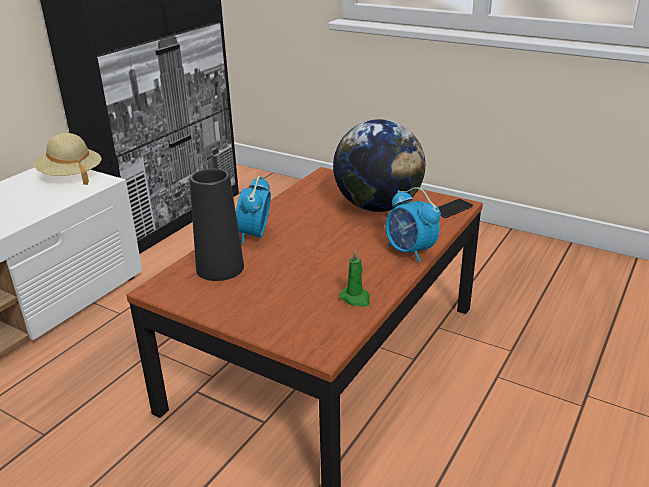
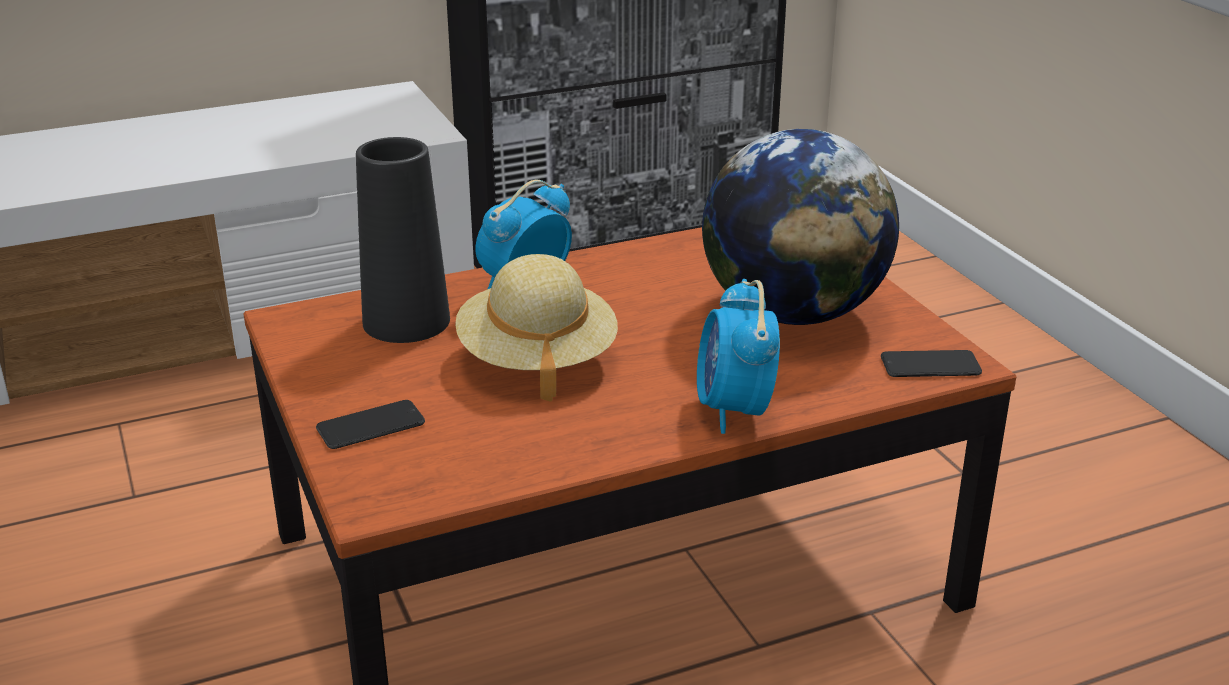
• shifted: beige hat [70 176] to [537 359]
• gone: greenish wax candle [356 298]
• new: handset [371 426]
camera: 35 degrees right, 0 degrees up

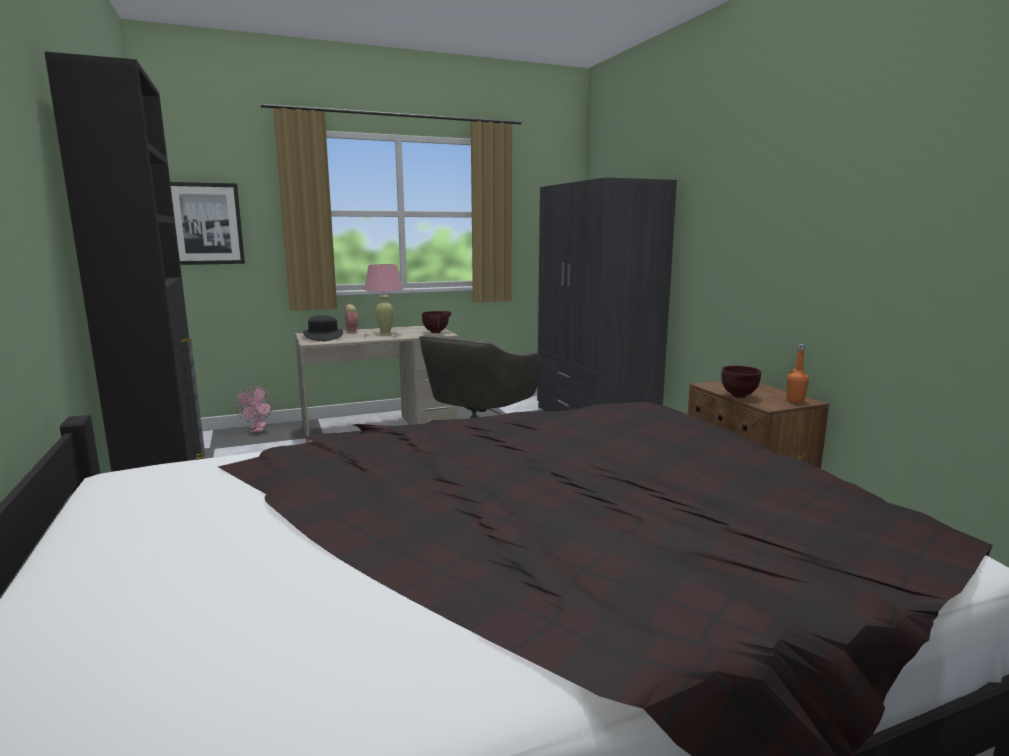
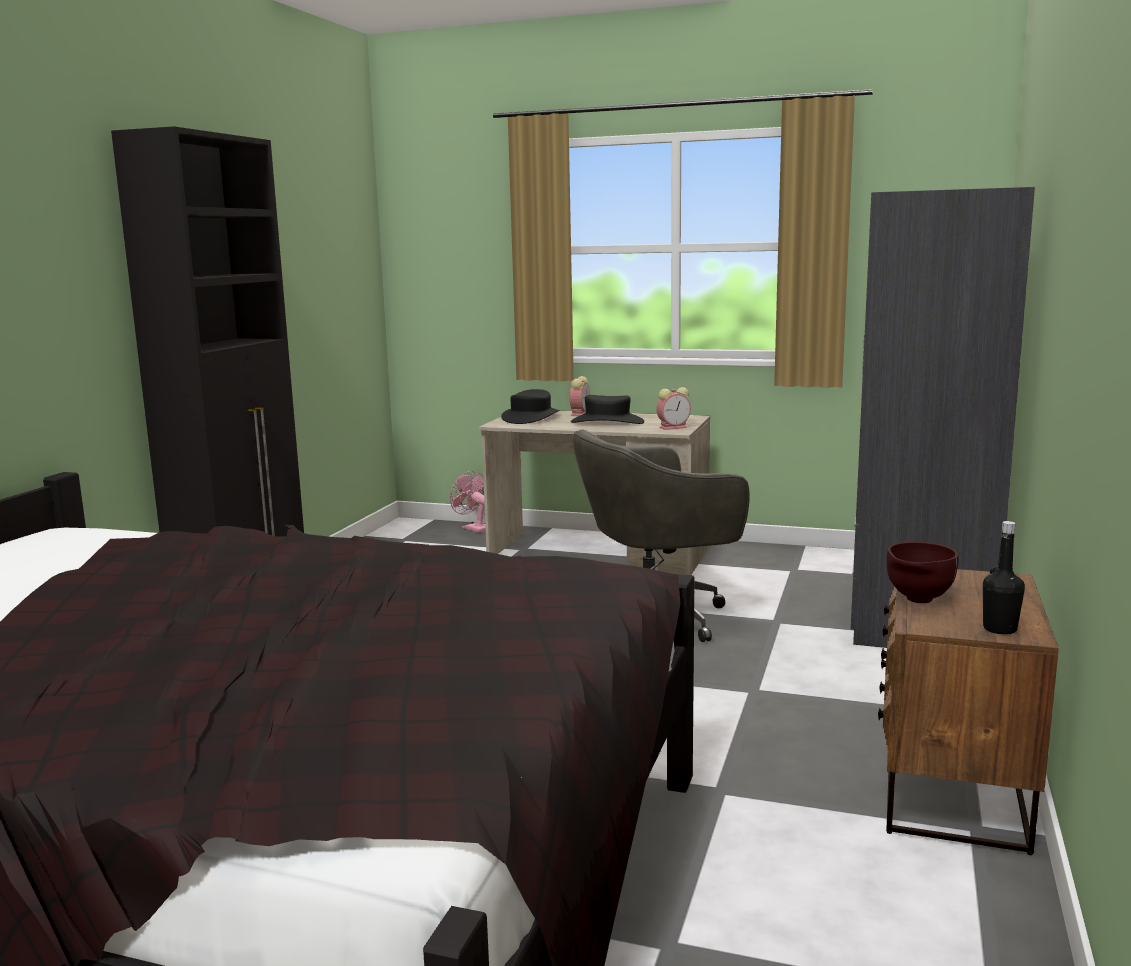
• gone: wall art [206 224]
• swapped: pink lamp for a table [385 333] to black-coloured hat [607 422]
• swapped: brownish serving bowl [437 332] to bedside clock [674 427]
• repainted: orange bottle [795 401] to black-coloured bottle [999 629]
• rotated: pink fan [257 430] = [472 528] 105 degrees clockwise
camera: 40 degrees right, 0 degrees up

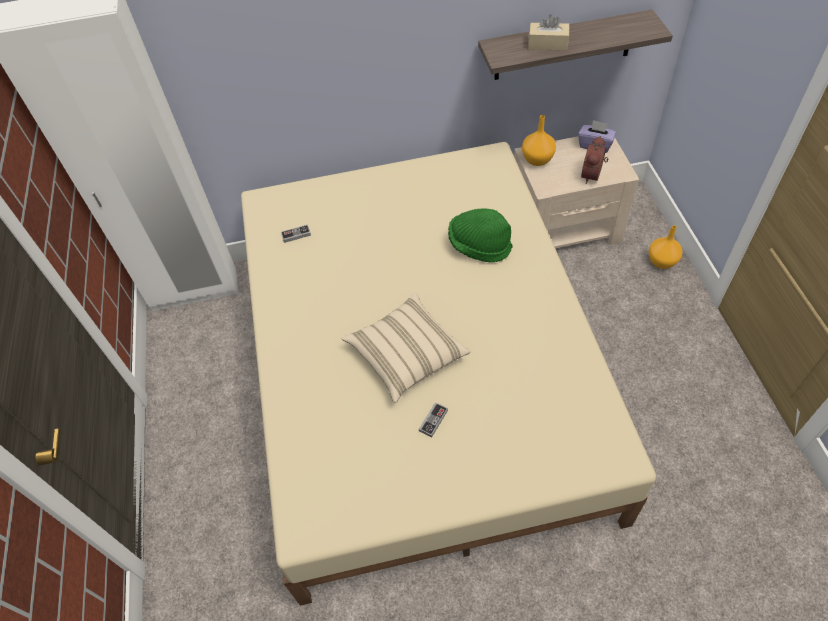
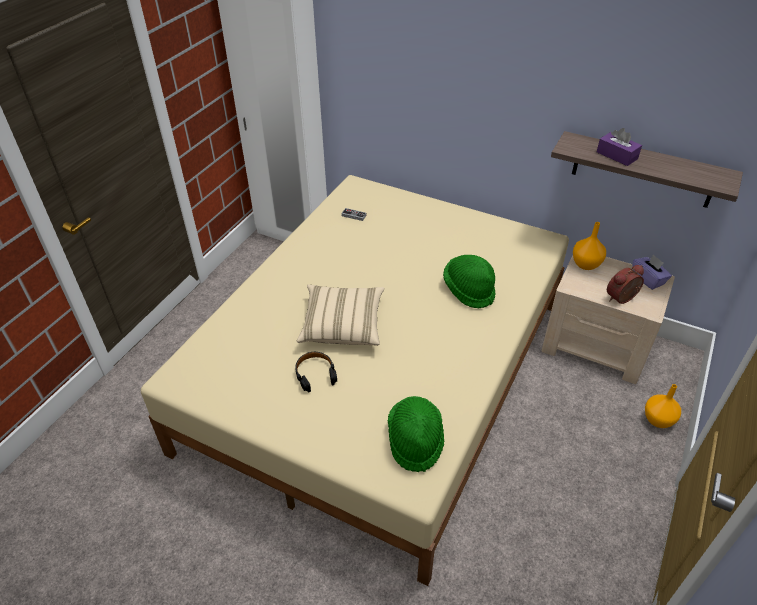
• repainted: beige box of tissues [547 44] to purple box of tissues [617 155]
• swapped: game controller [433 420] to black-coloured pair of headphones [315 374]
• new: greenish hat [415 441]
camera: 35 degrees right, 10 degrees down

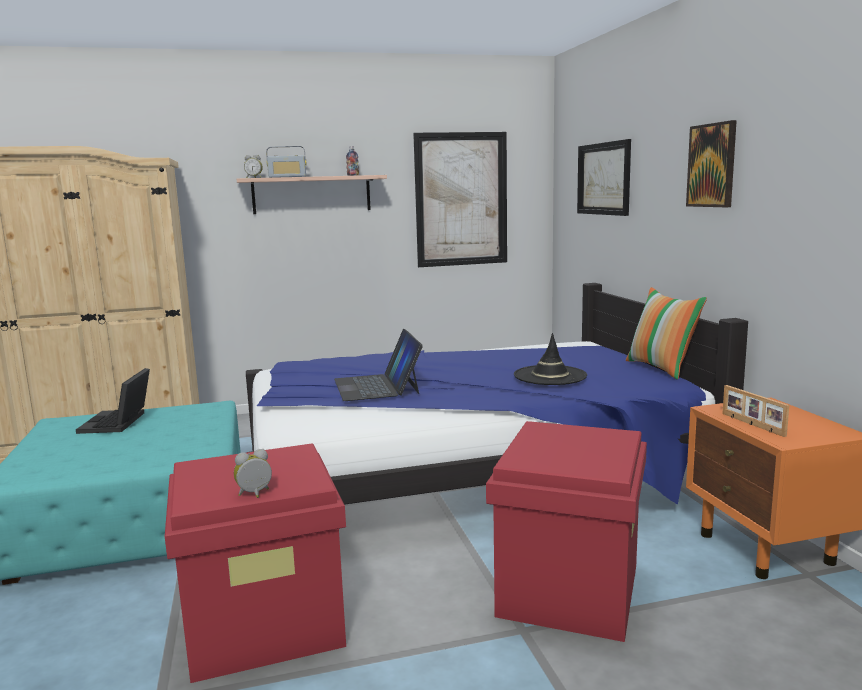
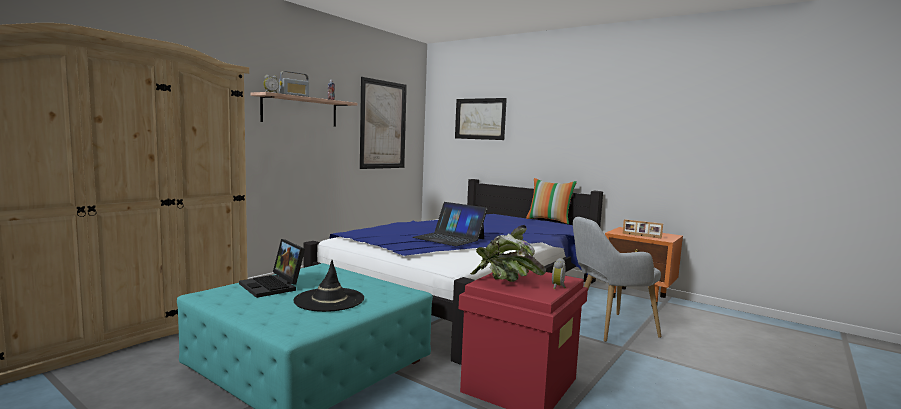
• gone: wall art [712 165]
• shifted: black-coloured hat [550 376] to [329 300]
• swapped: red storage bin [568 589] to grey lounge chair [608 328]
• new: potted plant [505 283]
camera: 40 degrees left, 5 degrees down

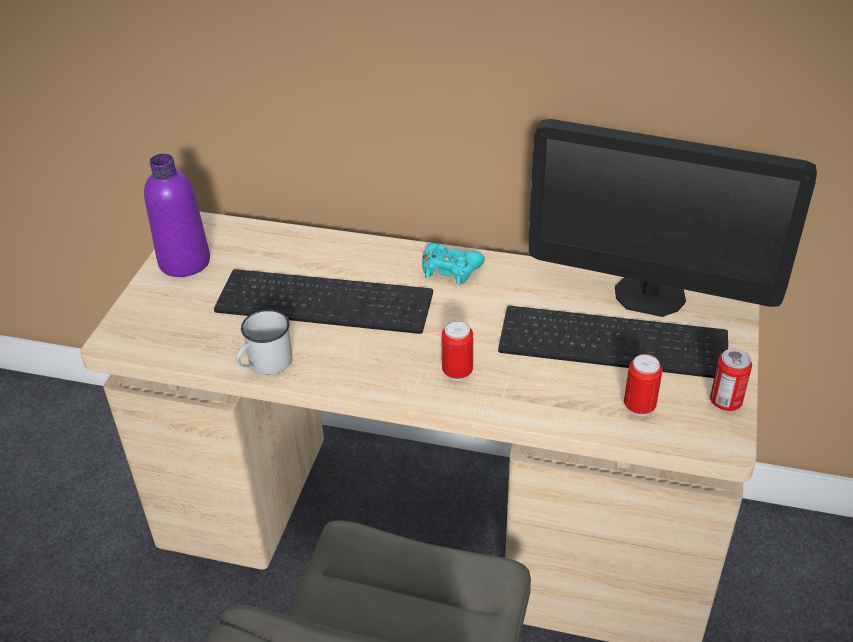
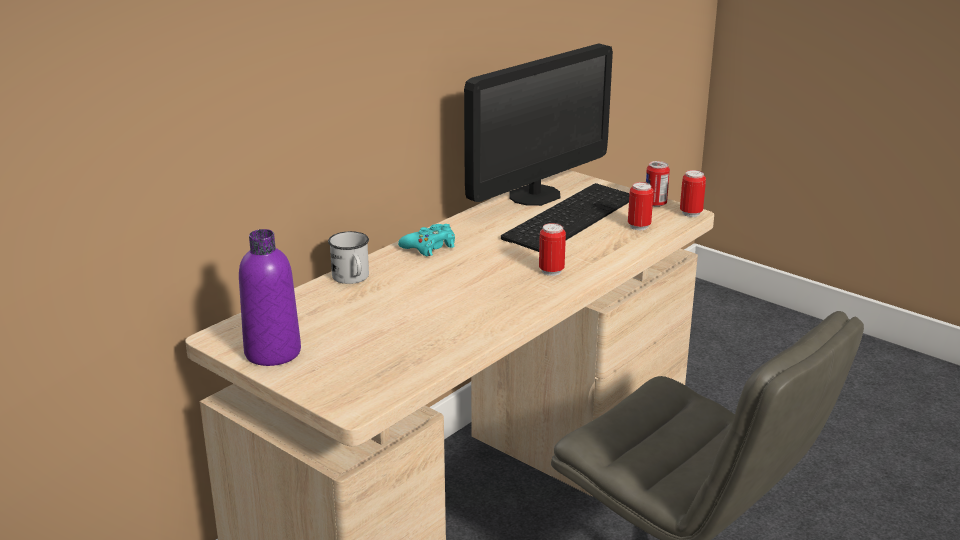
• gone: PC keyboard [327 299]
• shifted: white-coloured tea mug [265 364] to [352 278]
• new: sealed can [691 213]
camera: 65 degrees left, 15 degrees down

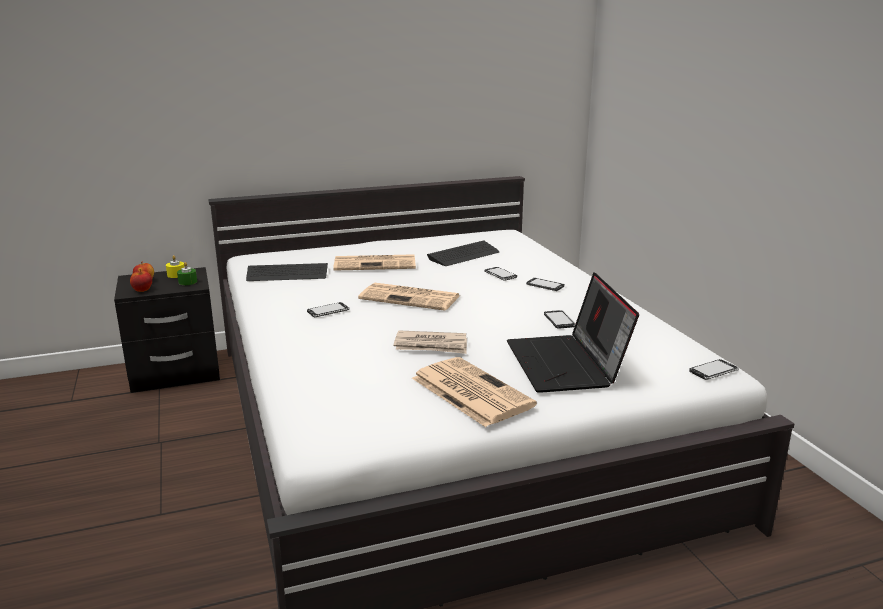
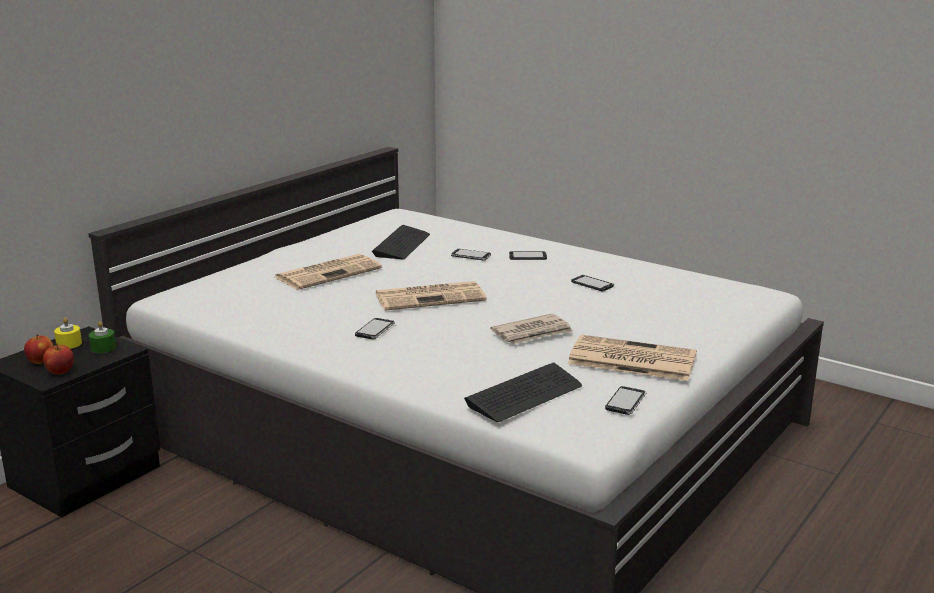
• shifted: PC keyboard [287 274] to [524 395]
• gone: laptop [567 365]
• shifted: handset [713 371] to [625 402]
camera: 35 degrees left, 0 degrees up

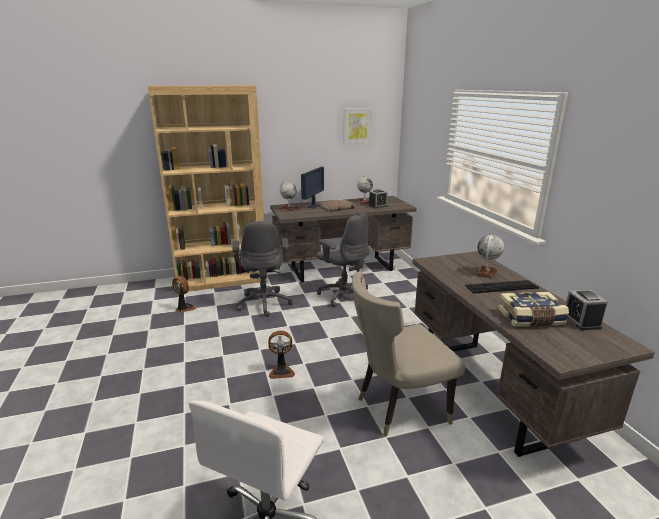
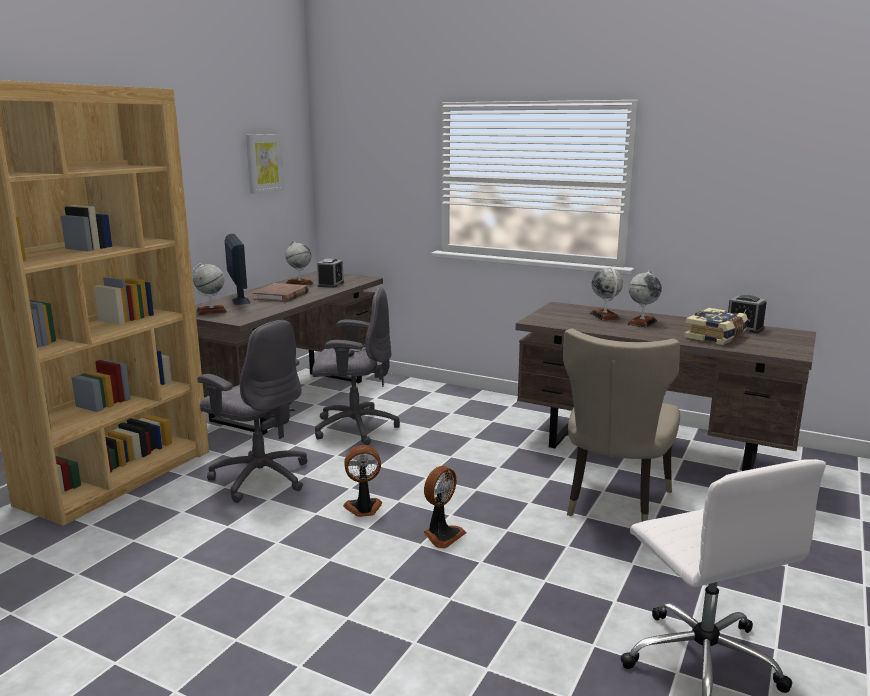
• shifted: fan [184 308] to [363 509]
• swapped: PC keyboard [501 286] to world globe [642 322]
camera: 45 degrees left, 5 degrees down

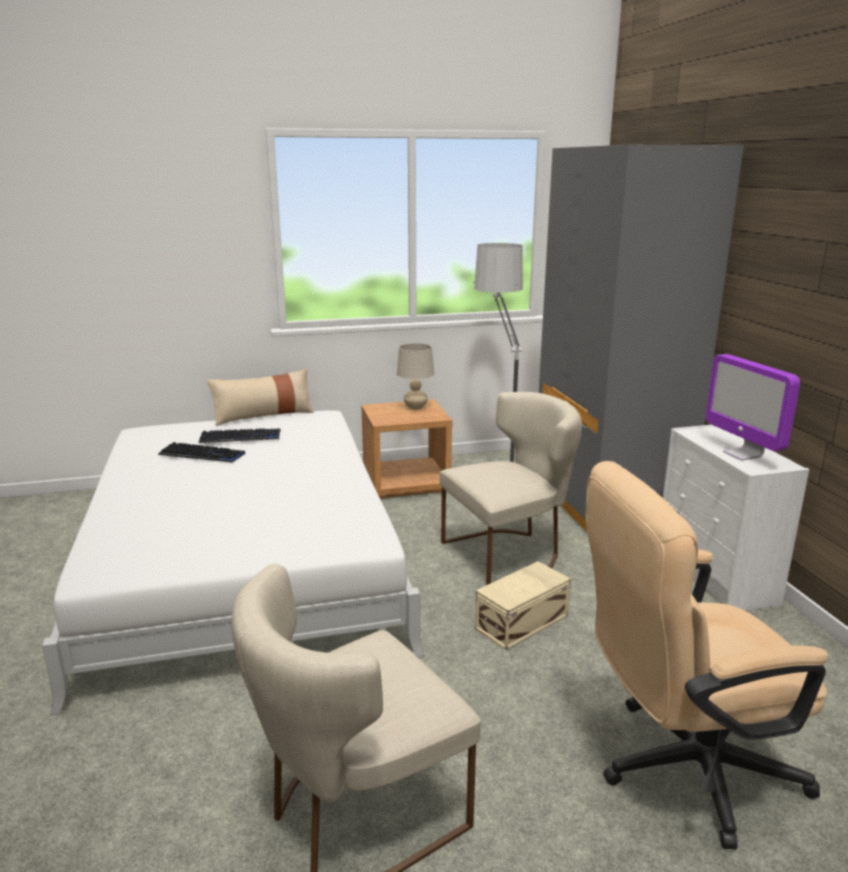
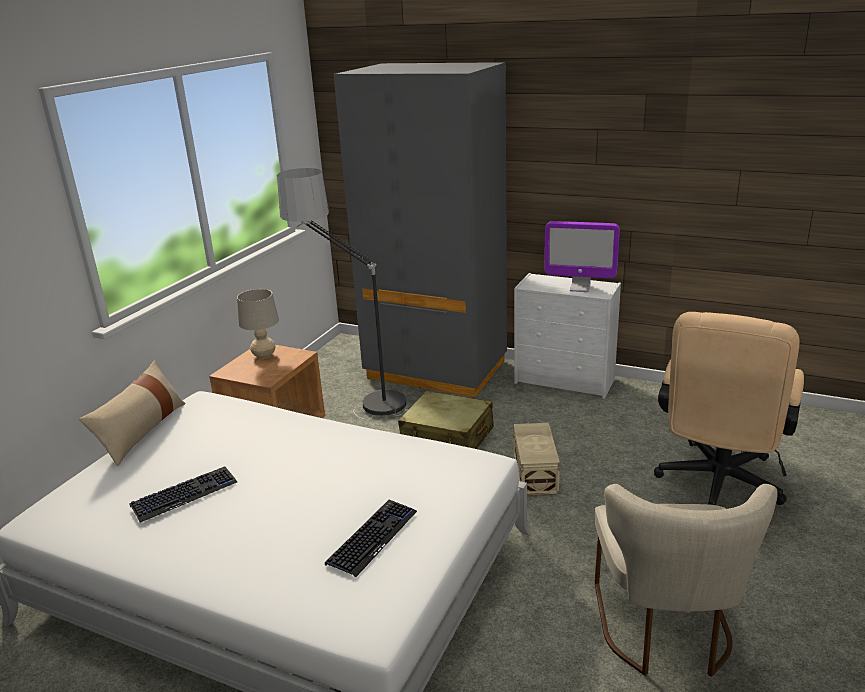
• swapped: beige chair [509 553] to beige piece of luggage [447 437]
• shifted: PC keyboard [240 437] to [372 538]
camera: 50 degrees left, 5 degrees up

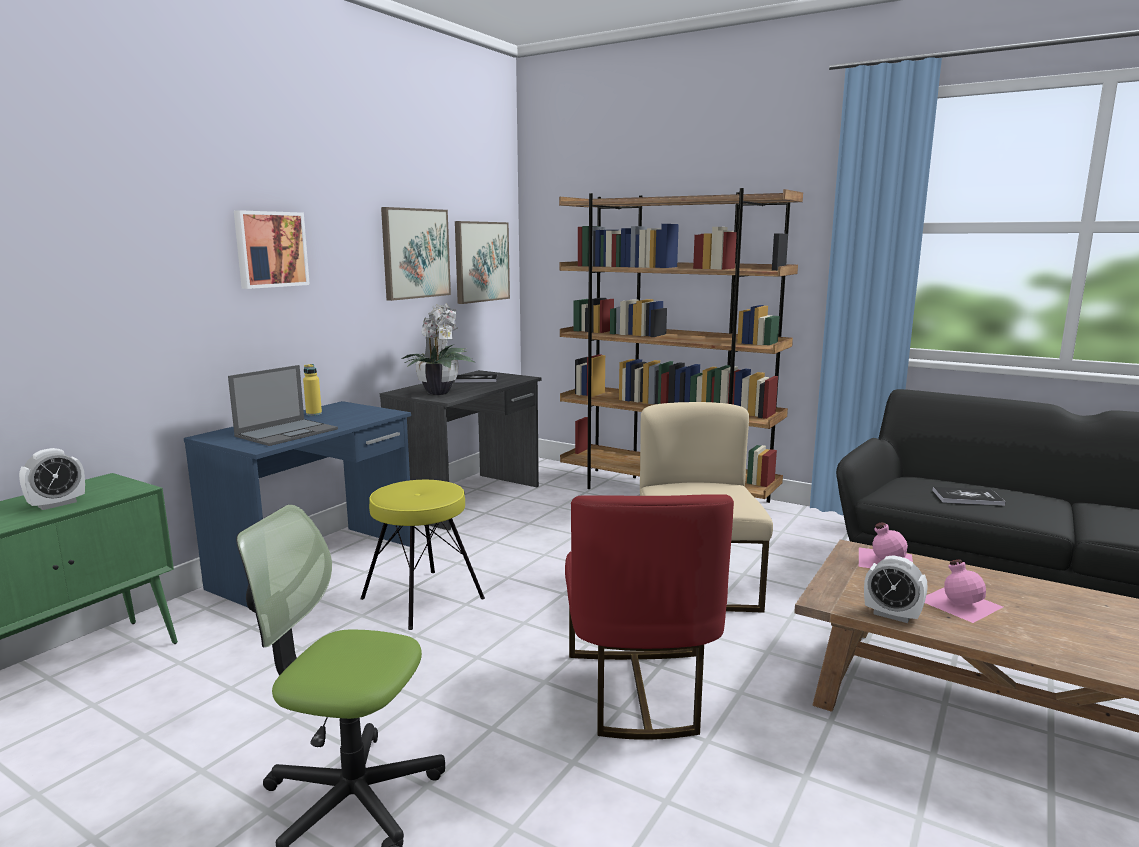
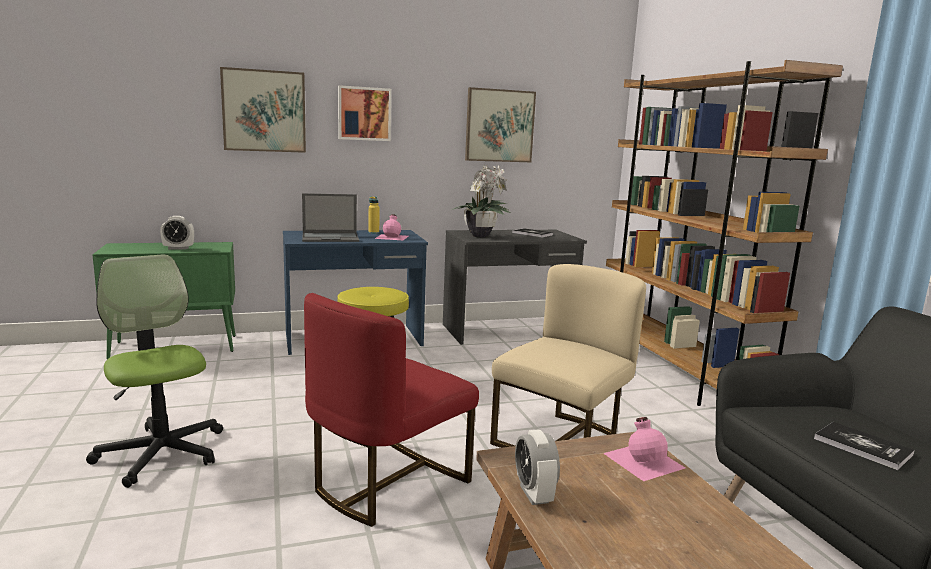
• shifted: wall art [481 261] to [264 111]
• shifted: pink bottle [959 602] to [392 237]
camera: 40 degrees right, 0 degrees up

